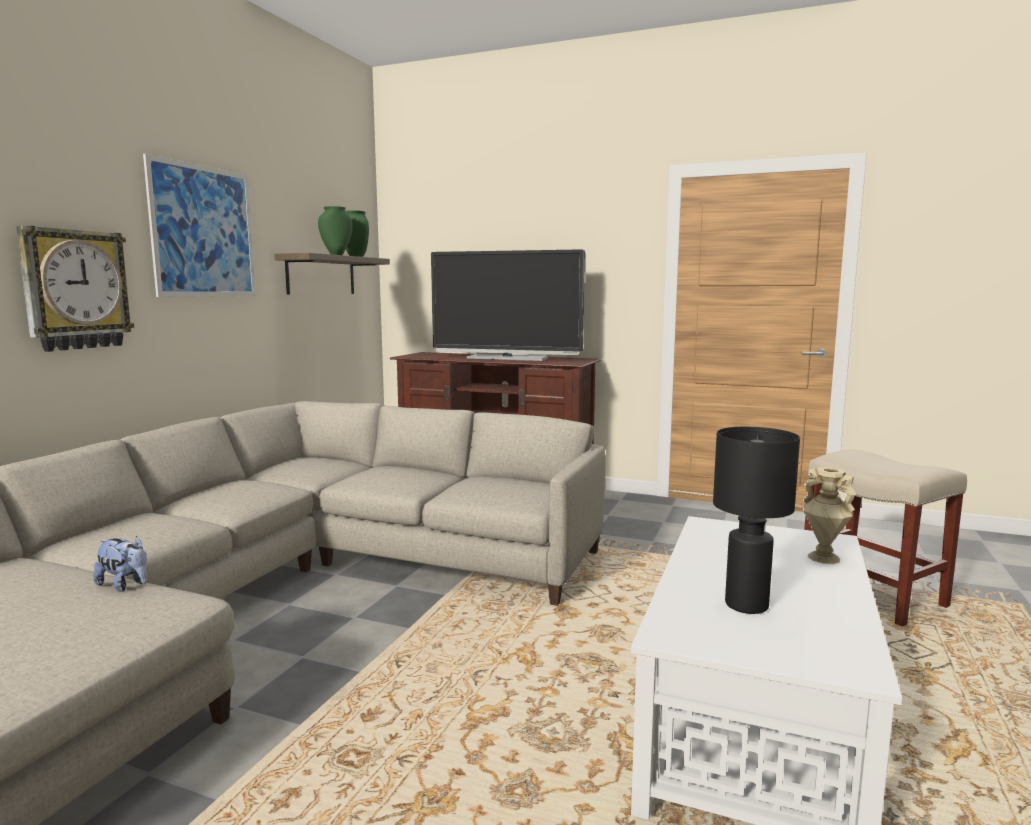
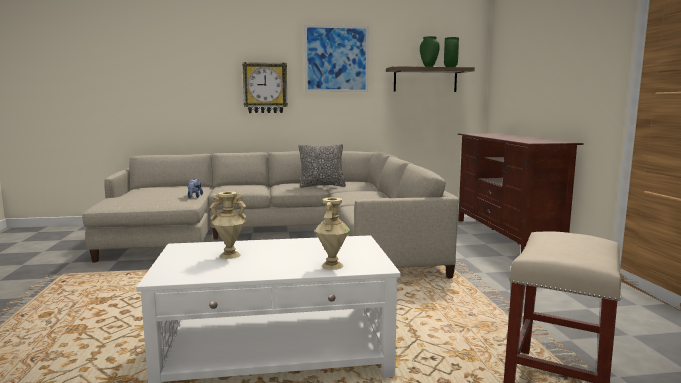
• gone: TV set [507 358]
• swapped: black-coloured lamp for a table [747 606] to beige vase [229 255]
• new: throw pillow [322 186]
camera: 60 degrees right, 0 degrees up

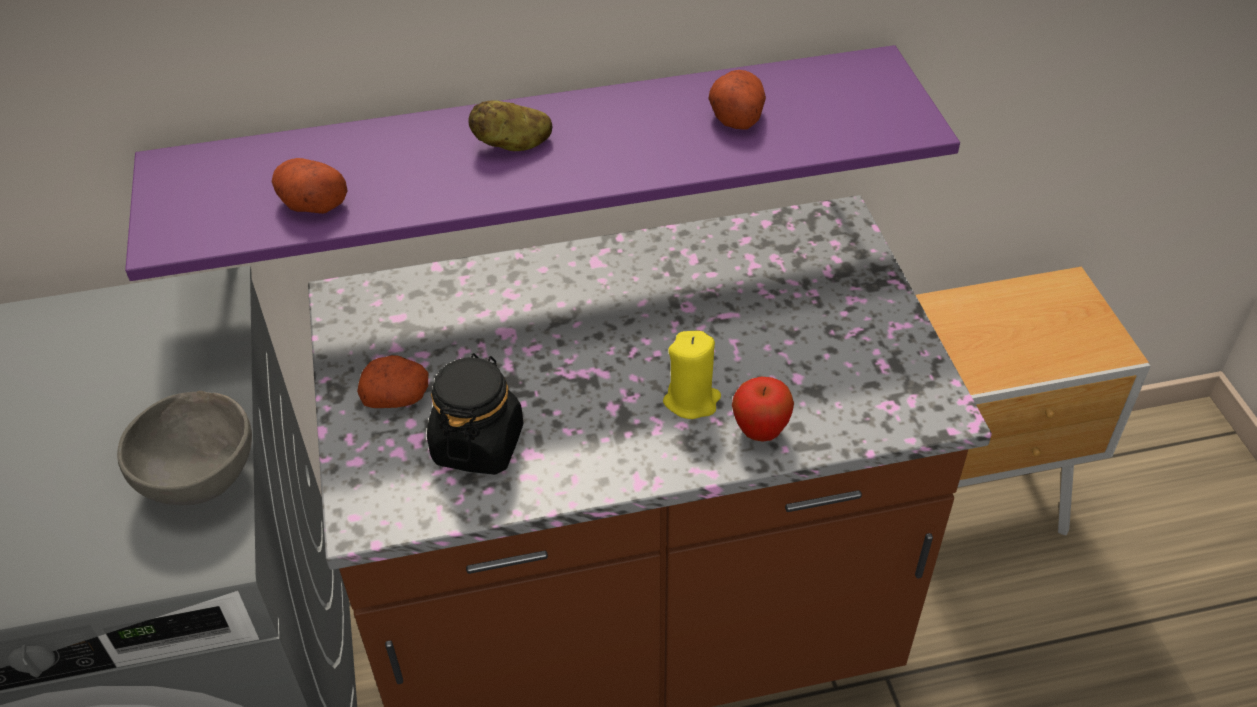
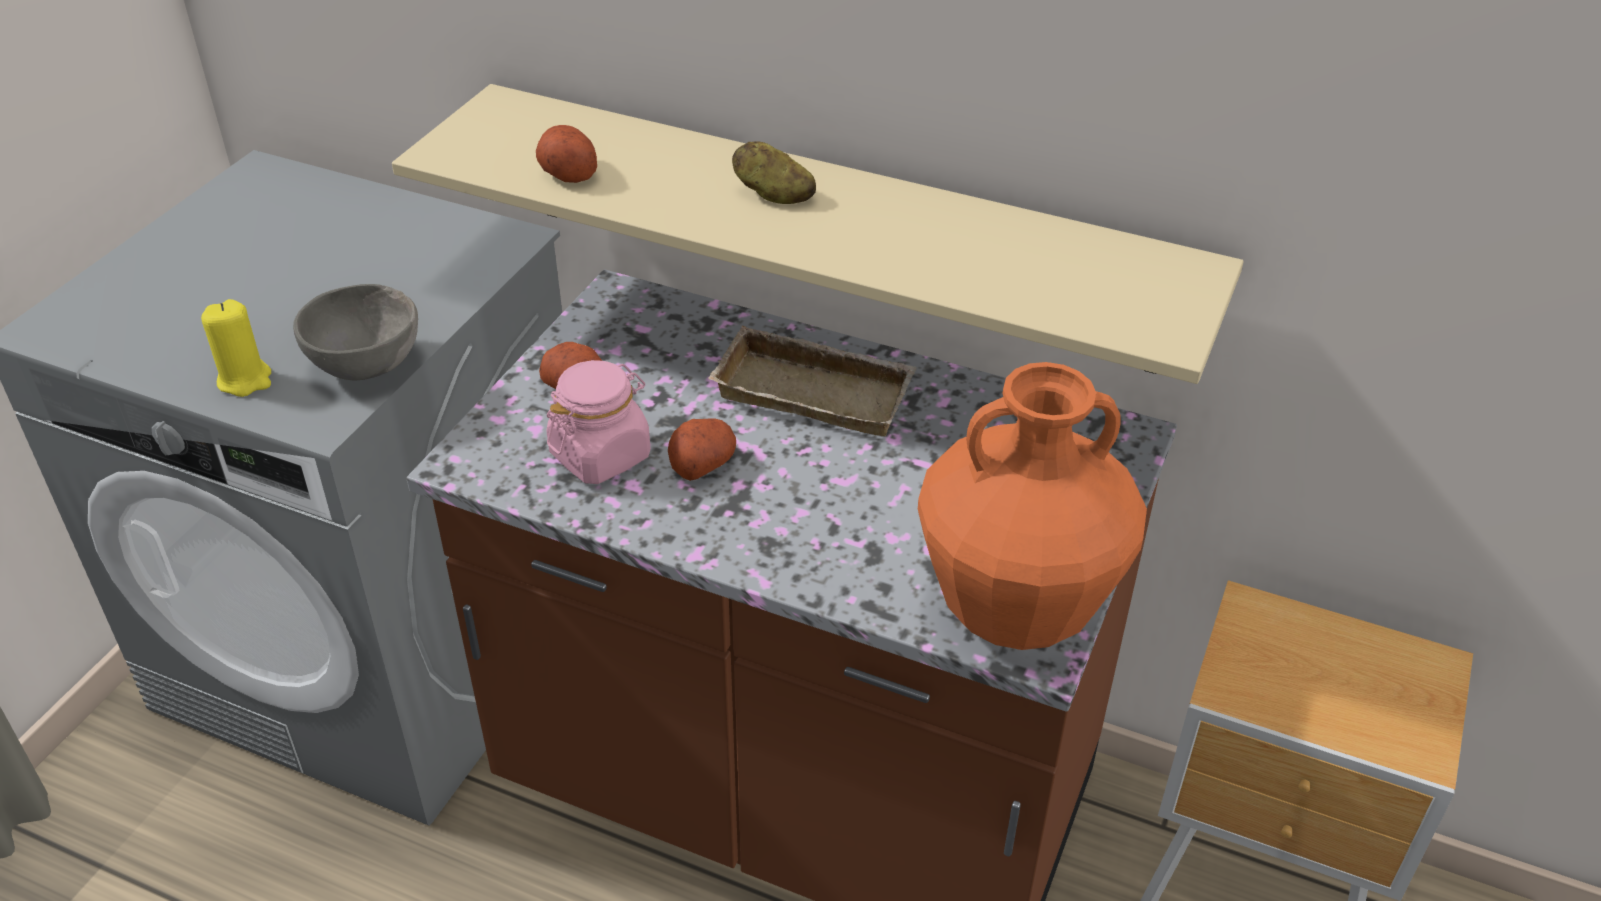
• repainted: purple bracket shelf [536 152] to beige bracket shelf [835 227]
• shifted: potato [736 115] to [702 463]
• shifted: yellow wax candle [692 400] to [245 379]
• repainted: black-coloured storage jar [478 444] to pink storage jar [601 455]
• gone: apple [760 432]
• new: beige tray [817 390]
• new: orange vase [1014 613]
camera: 35 degrees right, 5 degrees down

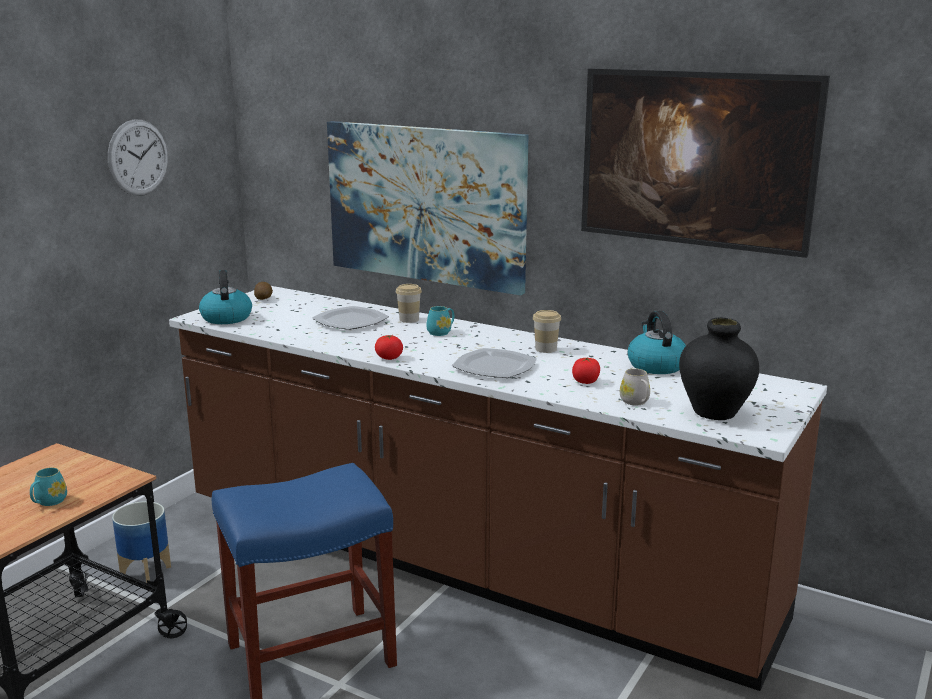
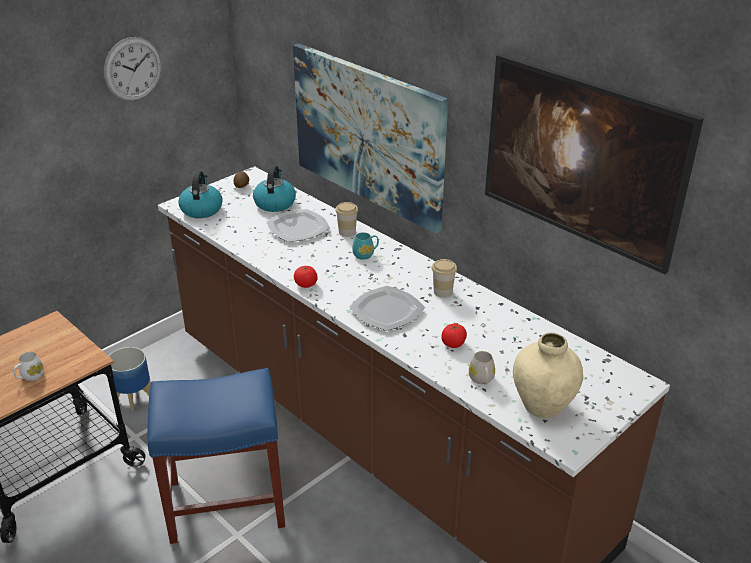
• shifted: water kettle [655 365] to [275 203]
• repainted: black-coloured vase [714 412] to beige vase [542 406]
• repainted: blue-green tea mug [48 502] to white-coloured tea mug [30 376]
camera: 15 degrees right, 15 degrees up

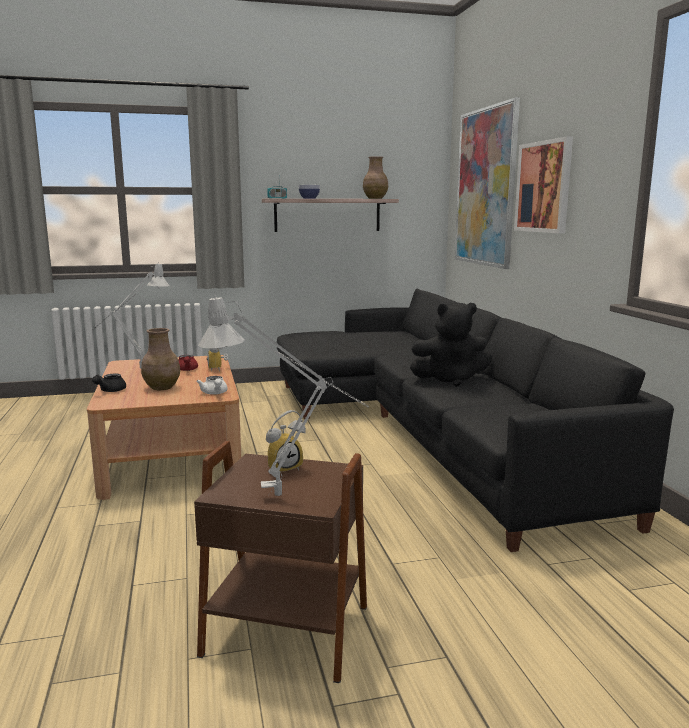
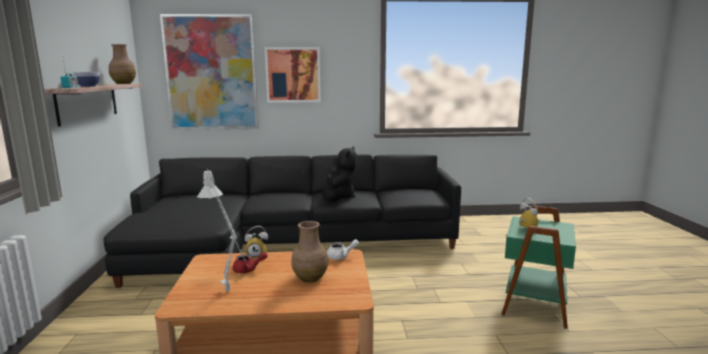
• gone: grey lamp for a table [289 496]
• gone: black-coloured pot for tea [109 391]
• repainted: brownish side table [287 627] to greenish side table [533 304]
camera: 80 degrees left, 0 degrees up

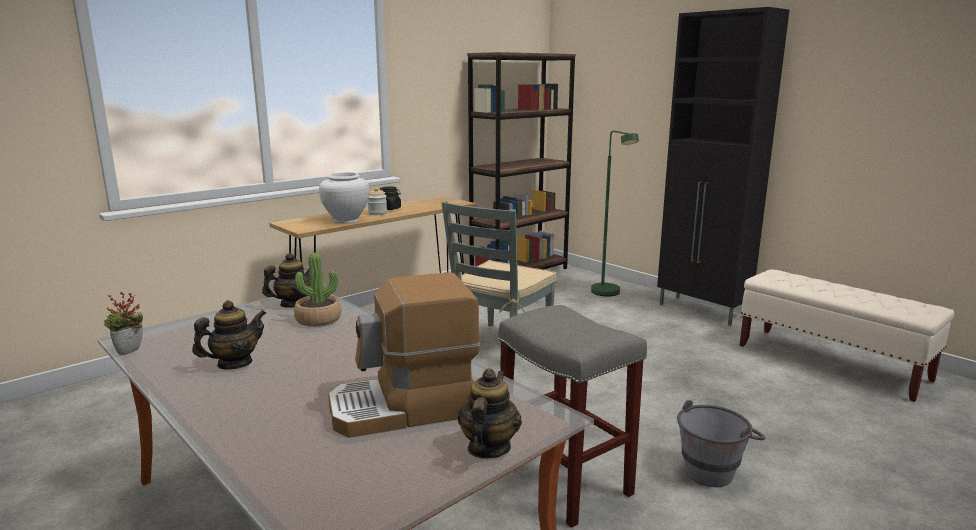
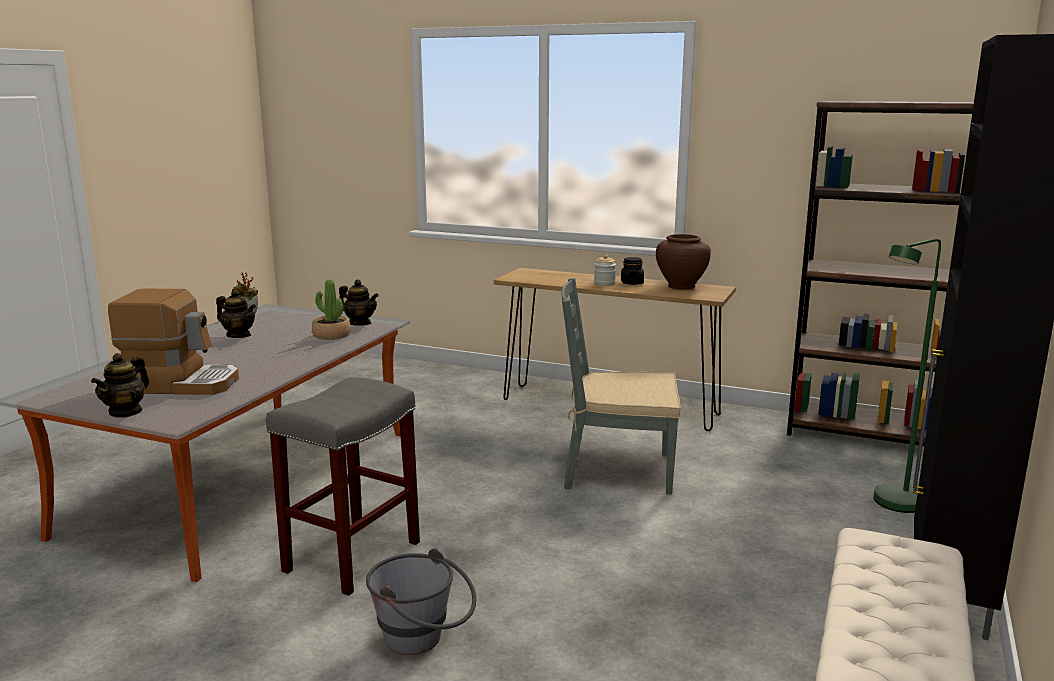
• gone: white-coloured vase [346 220]
• rotated: coffee maker [405 408] = [181 383] 135 degrees clockwise
• rotated: pot for tea [488 448] = [126 412] 120 degrees clockwise
• new: brownish vase [681 286]
camera: 65 degrees right, 0 degrees up

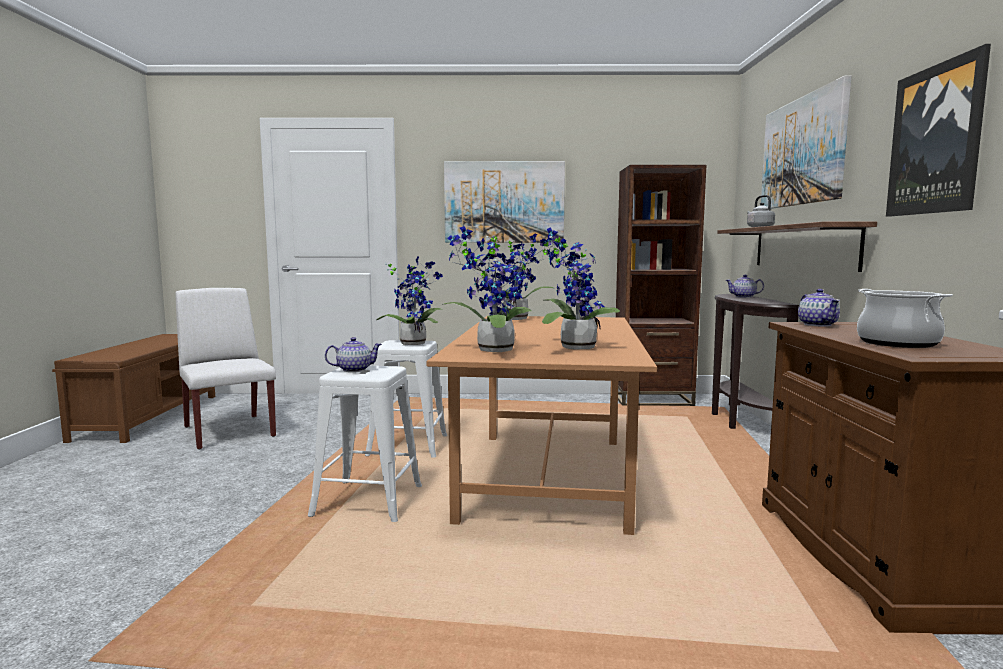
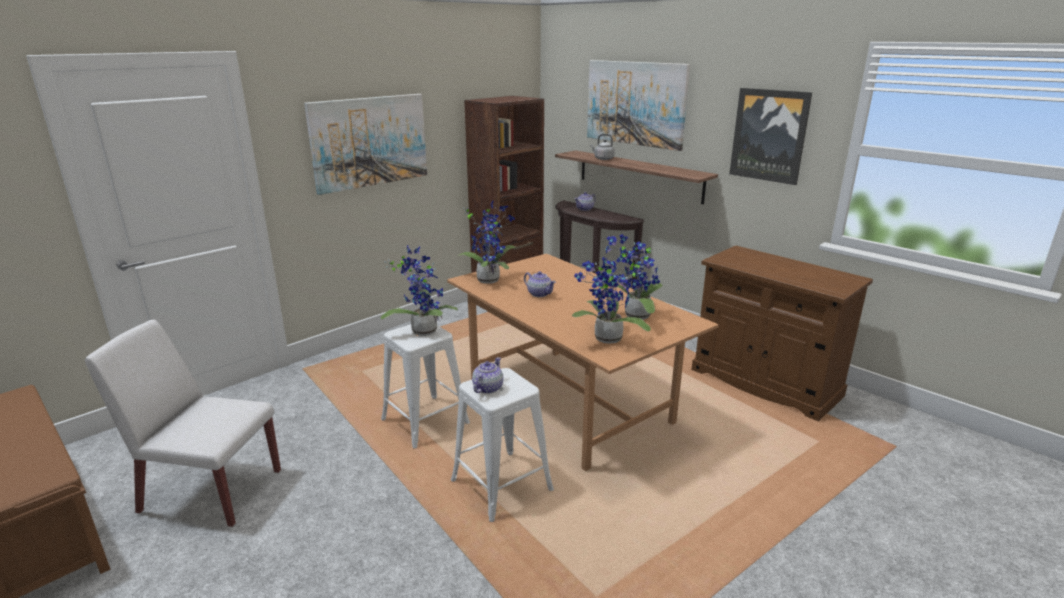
• shifted: pot for tea [817 324] to [539 294]
• gone: cooking pot [898 343]
camera: 45 degrees left, 15 degrees up

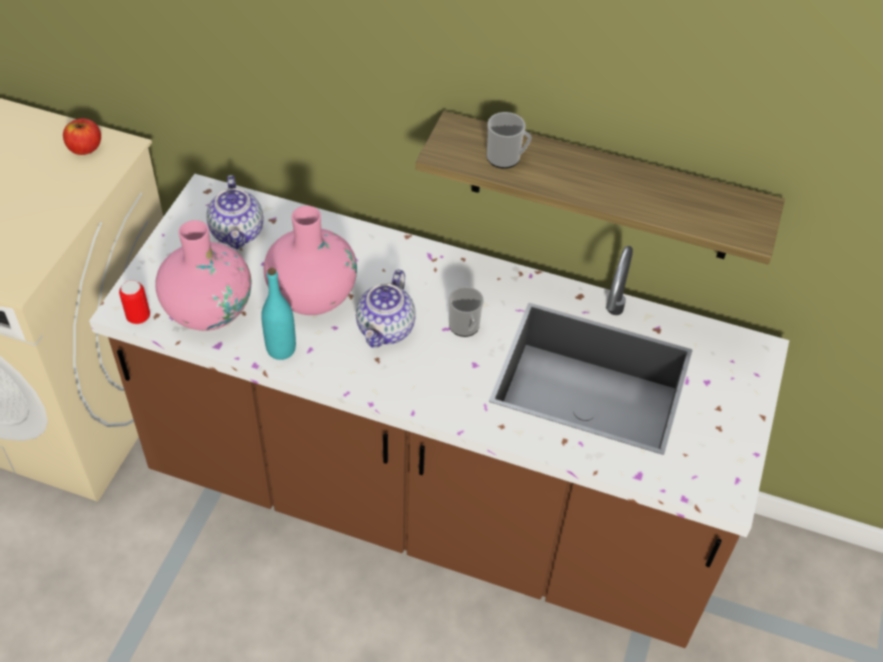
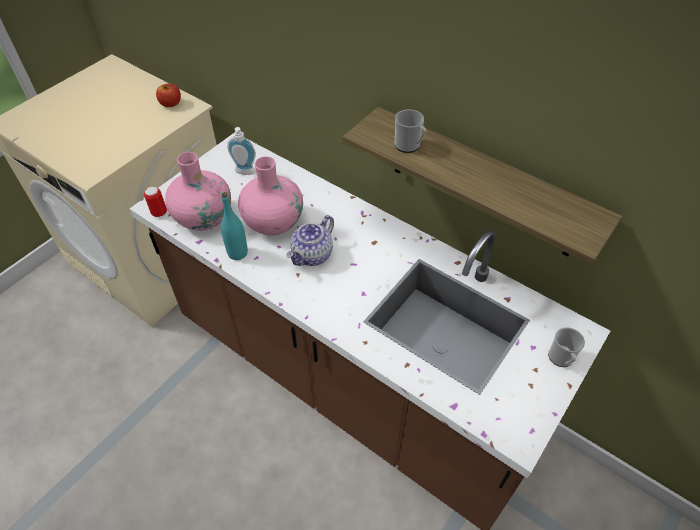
• swapped: pot for tea [238 232] to soap dispenser [244 173]
• shifted: tea mug [465 328] to [561 359]
camera: 20 degrees right, 0 degrees up

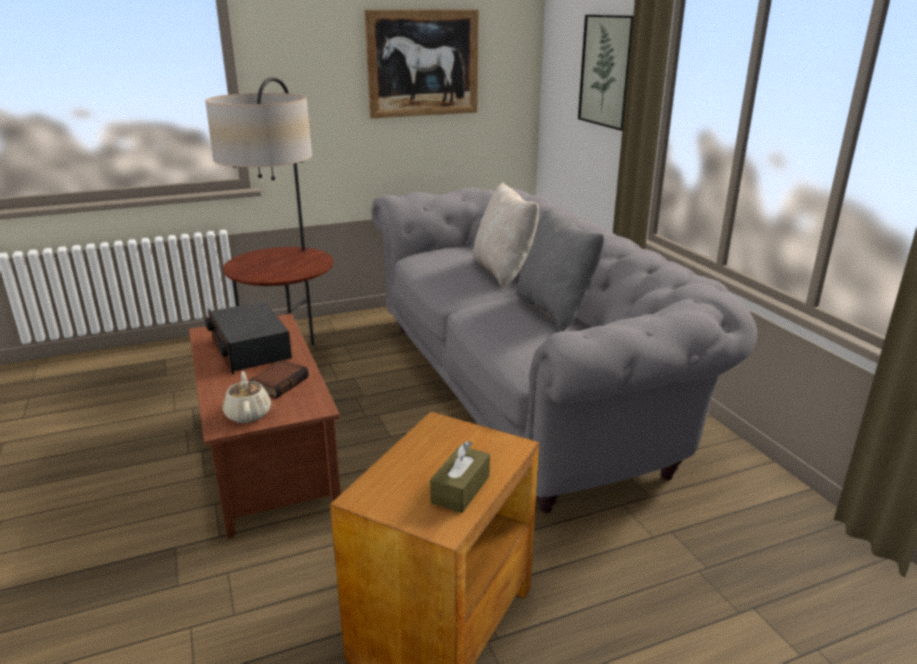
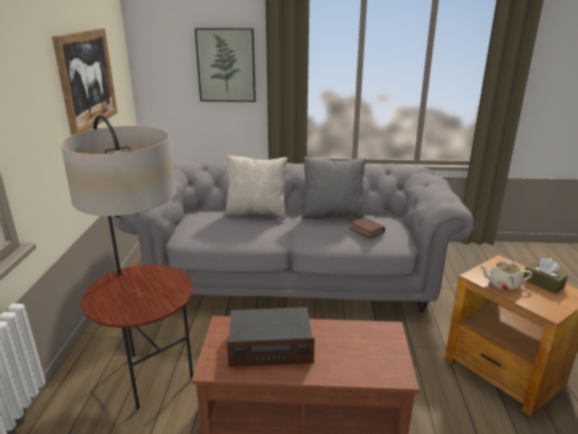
• shifted: book [279 383] to [365 231]
• shifted: beige pot for tea [248 414] to [502 284]
camera: 65 degrees left, 0 degrees up

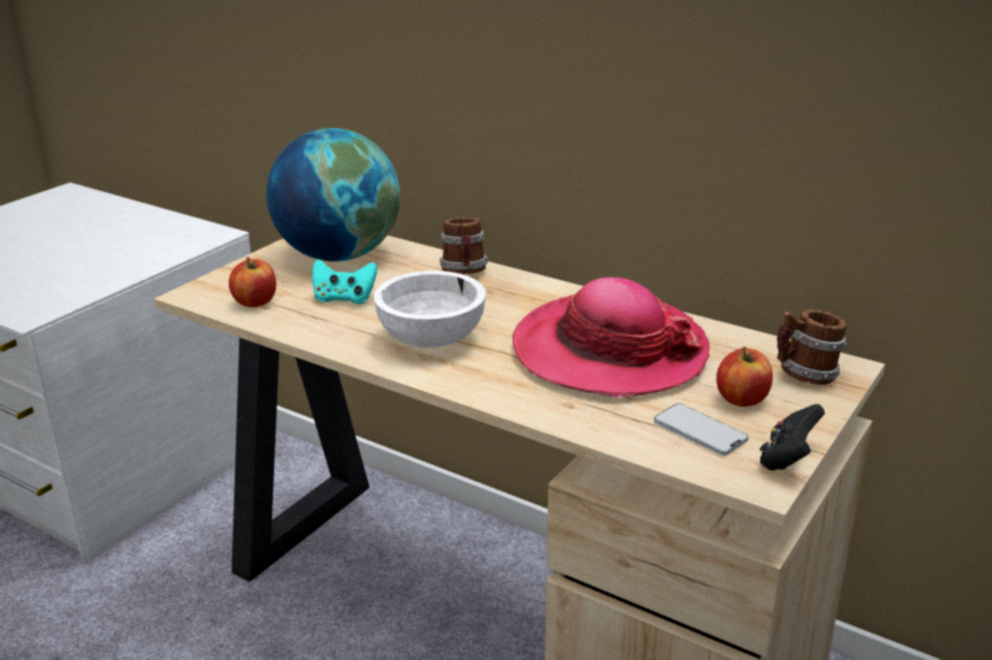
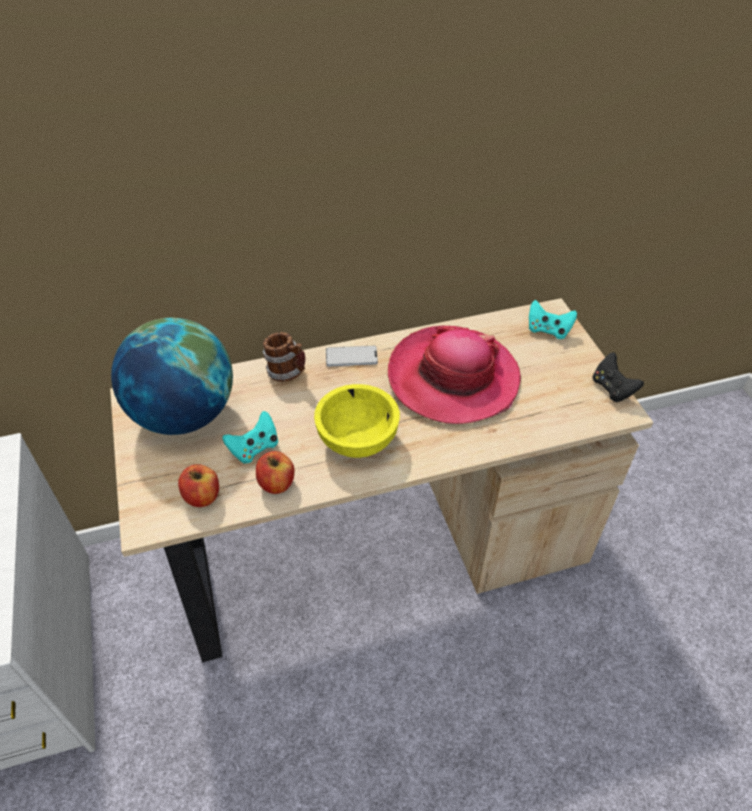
• repainted: white-coloured serving bowl [431 339] to yellow serving bowl [358 439]
• swapped: tea mug [805 376] to blue-green game controller [548 330]
• shifted: apple [742 399] to [277 483]
• shifted: handset [700 431] to [351 357]
camera: 50 degrees left, 20 degrees up

